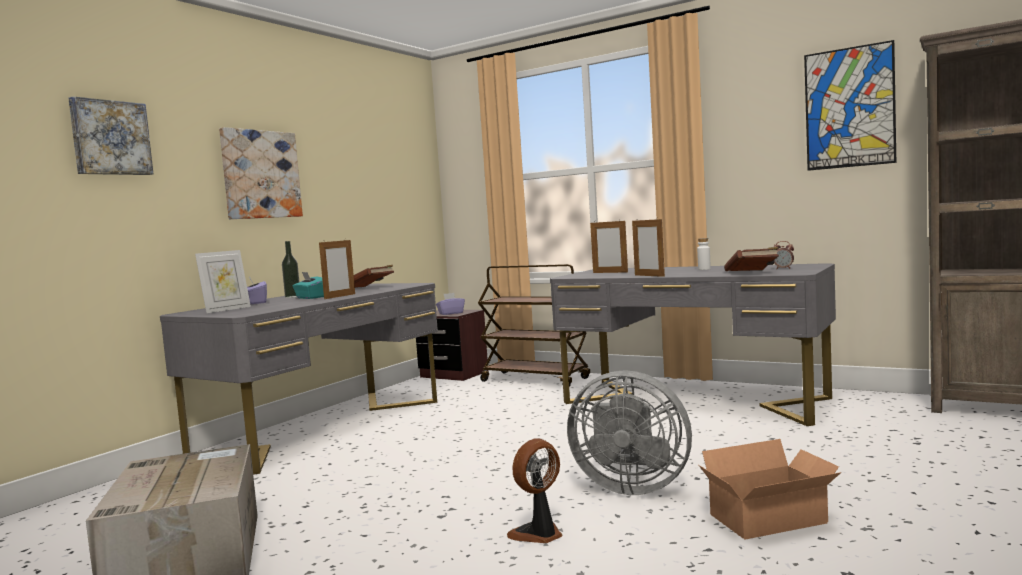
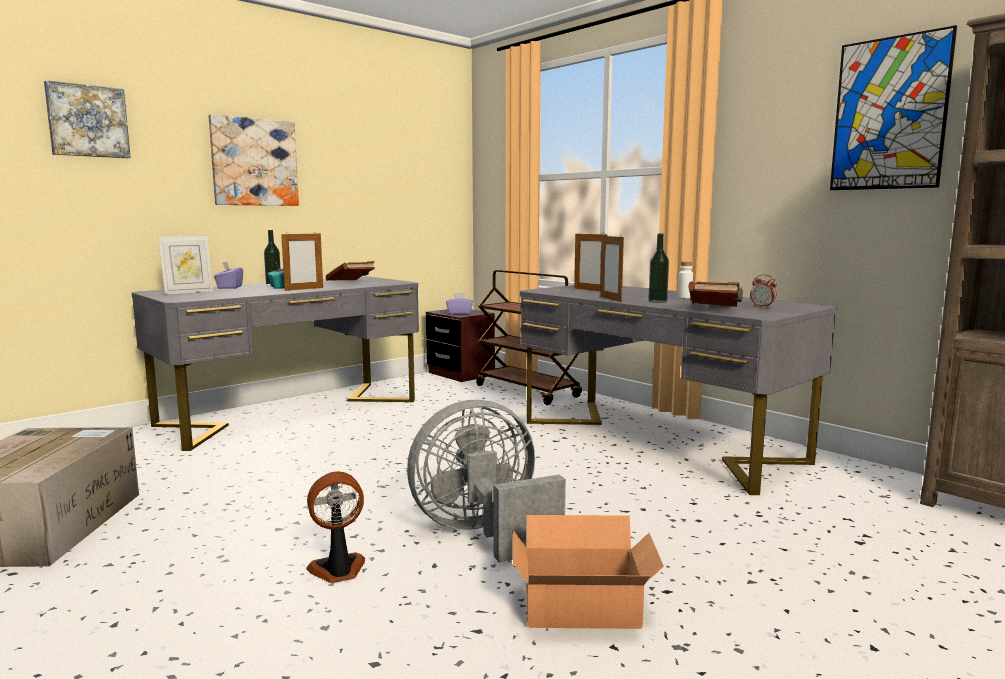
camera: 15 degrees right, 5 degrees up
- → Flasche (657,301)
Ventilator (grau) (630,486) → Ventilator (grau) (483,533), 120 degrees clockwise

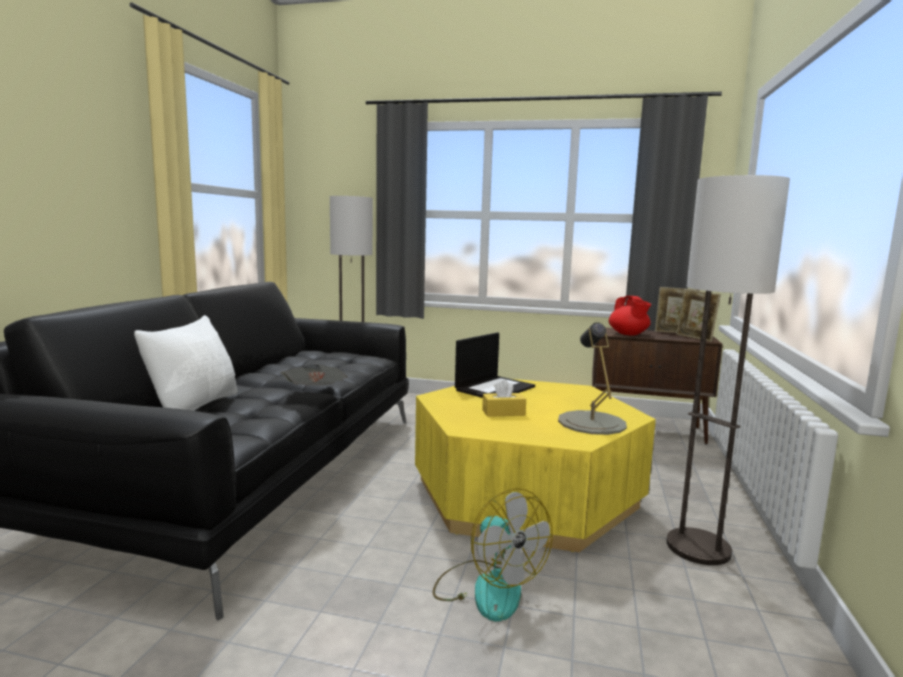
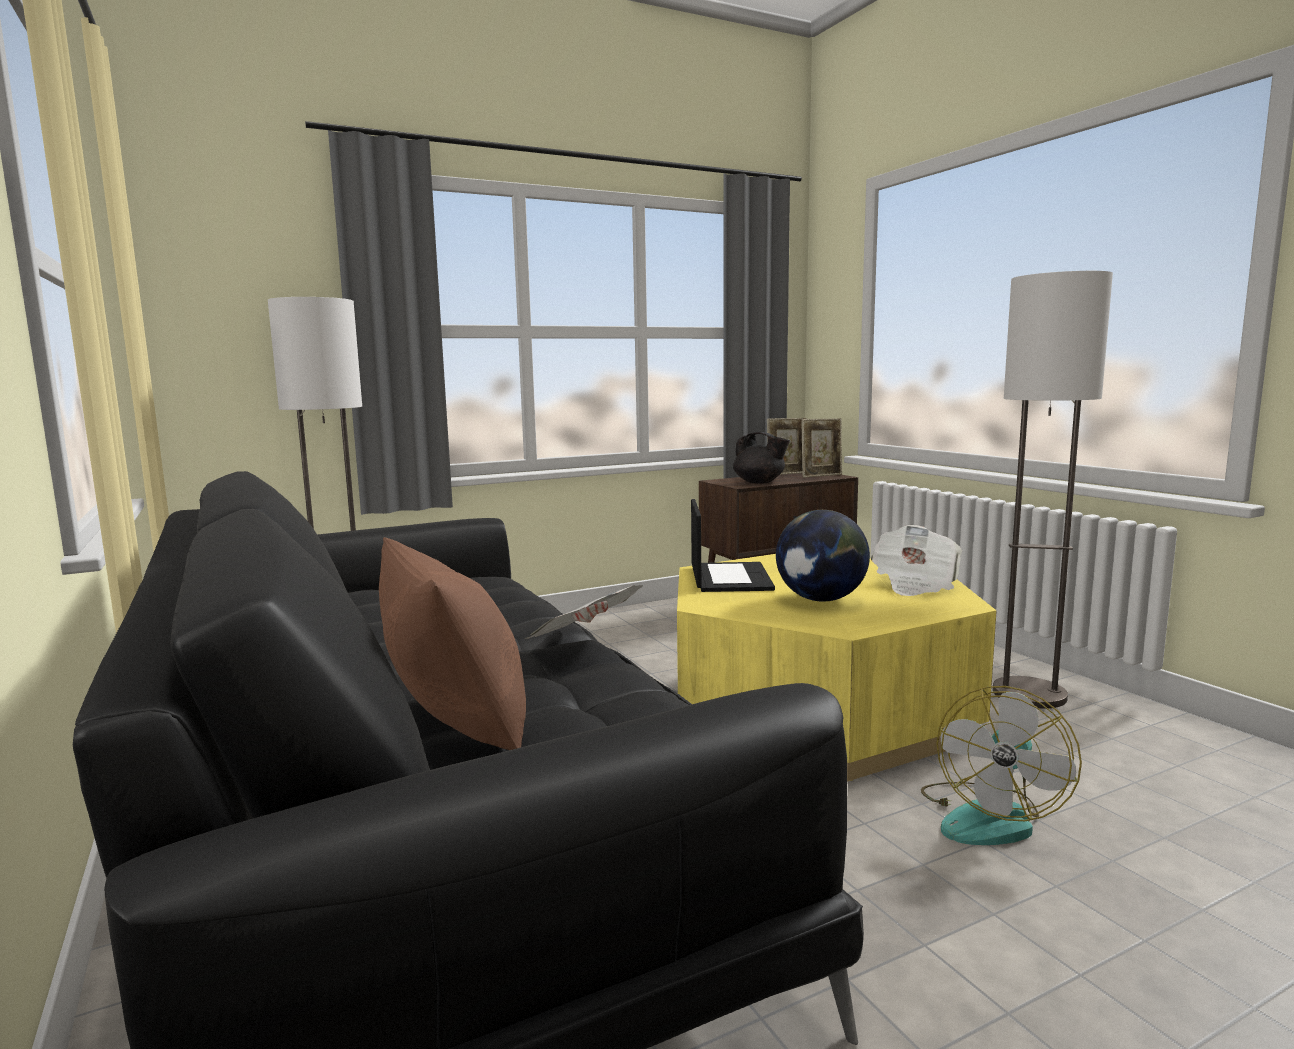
camera: 40 degrees left, 0 degrees up
Taschentuchbox (gelb) (503,412) → Globus (821,599)
Tischlampe (grau) (591,422) → Zeitung (914,584)
Kissen (weiß) (195,405) → Kissen (braun) (457,722)
Teekanne (rot) (628,334) → Teekanne (schwarz) (760,482)
Ventilator (487,588) → Ventilator (990,817), 105 degrees clockwise
Bilderrahmen (695,338) → Bilderrahmen (821,476), 45 degrees counterclockwise

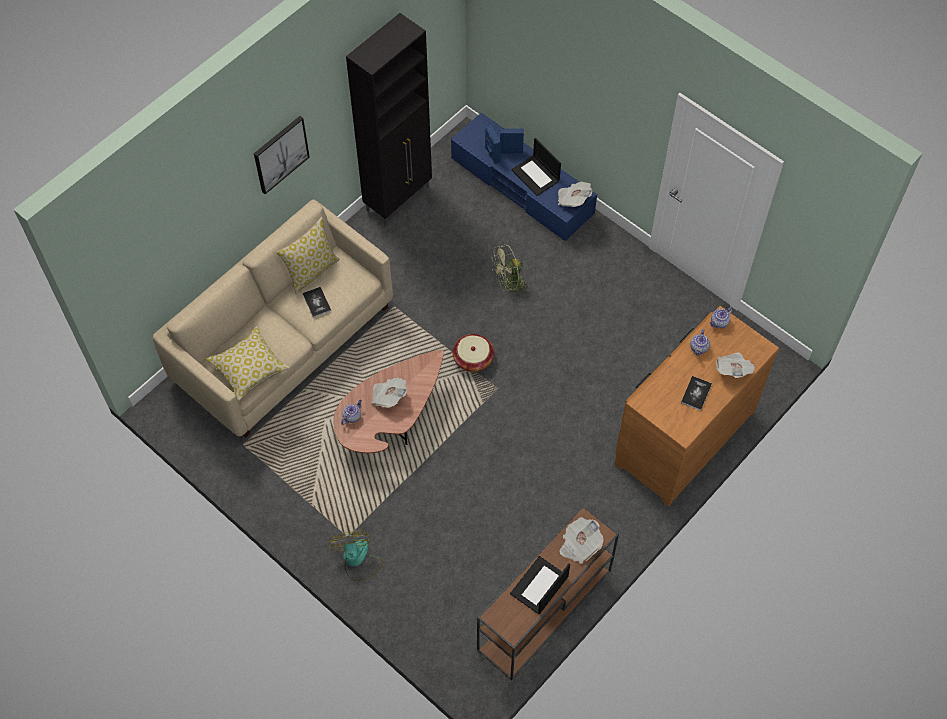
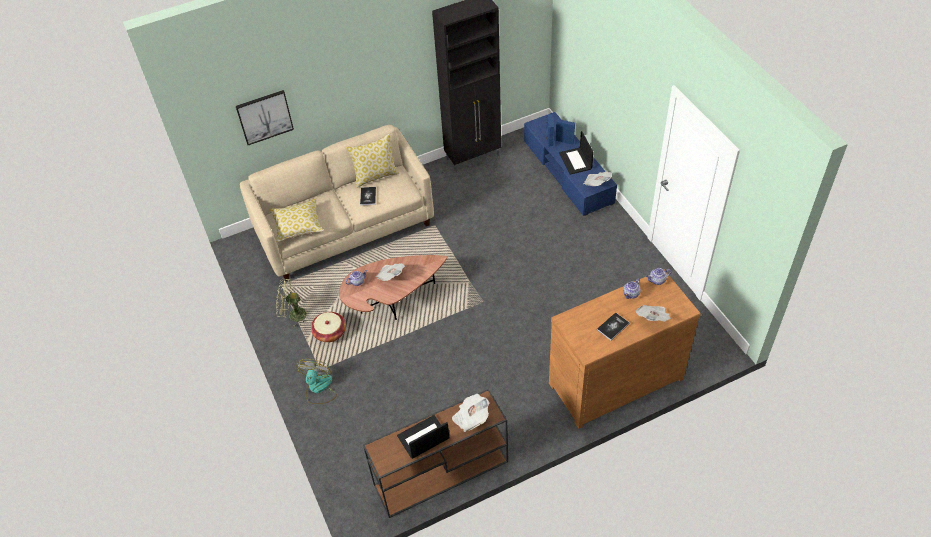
camera: 25 degrees right, 10 degrees down
Bild (280,154) → Bild (264,117), move
Korb (473,359) → Korb (330,333), move
Ventilator (grün) (509,285) → Ventilator (grün) (293,315), move

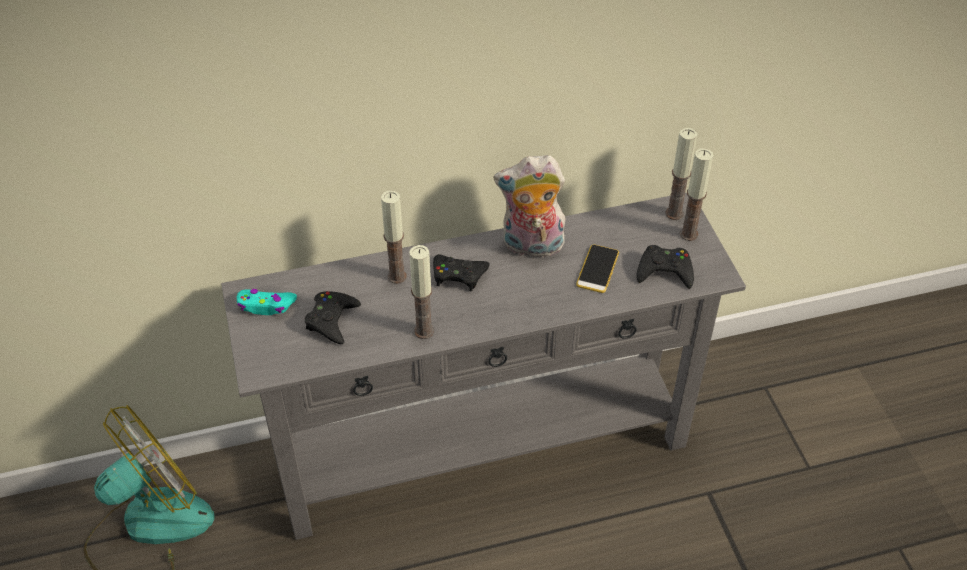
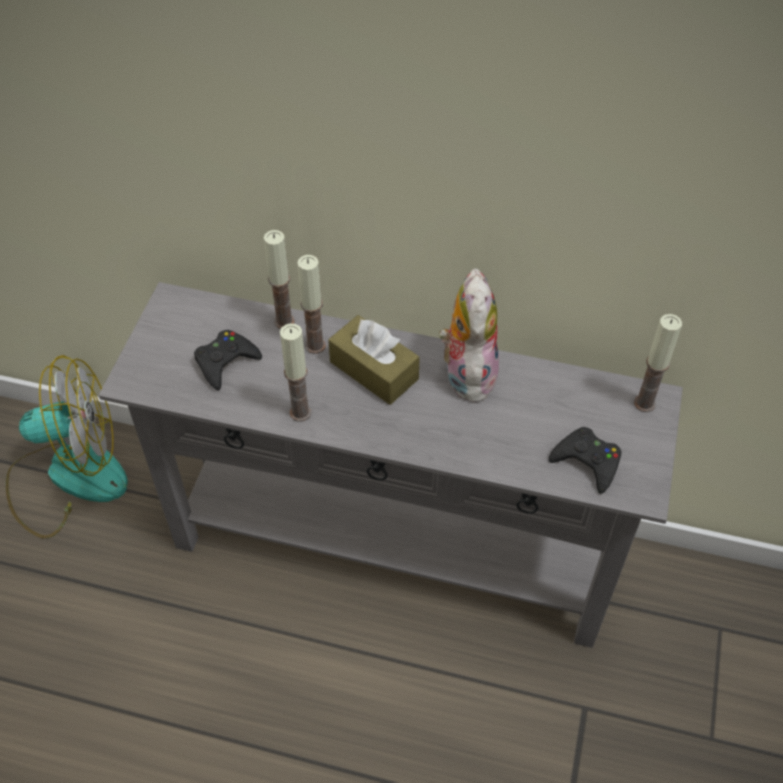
camera: 30 degrees right, 5 degrees up
Gamepad (türkis) (266,306) → -
Handy (597,269) → -
Kerze (688,234) → Kerze (284,321), move
Gamepad (schwarz) (458,275) → Taschentuchbox (braun) (374,370)
Plüschtier (531,246) → Plüschtier (466,373), 60 degrees clockwise

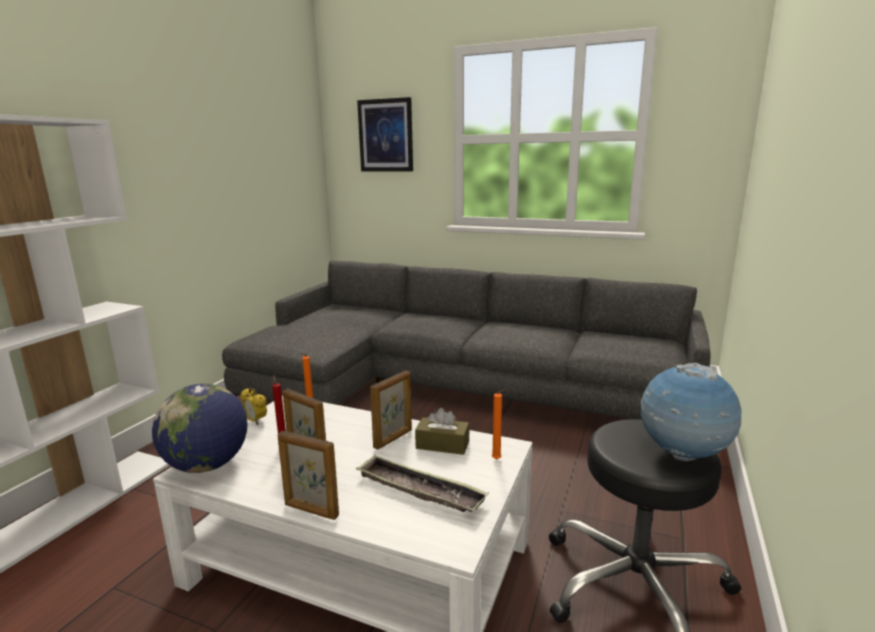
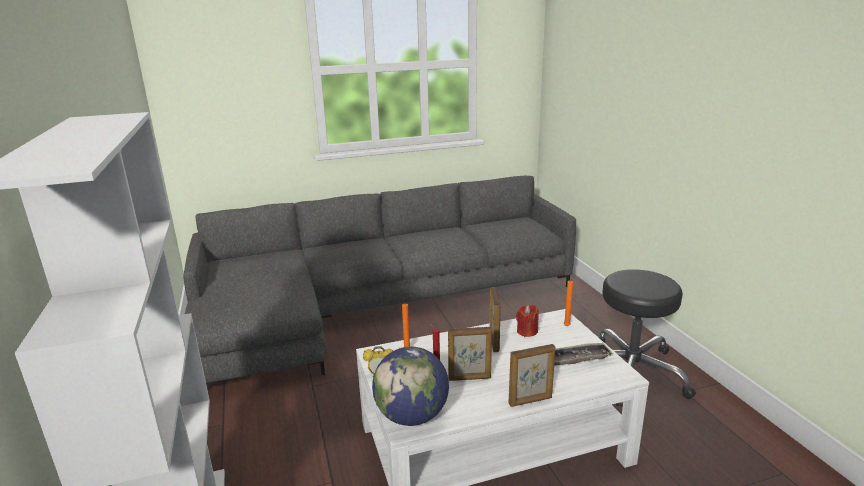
camera: 40 degrees left, 5 degrees up
Bild (386,135) → -
Globus (682,456) → -
Taschentuchbox (braun) (442,445) → Kerze (rot) (527,331)

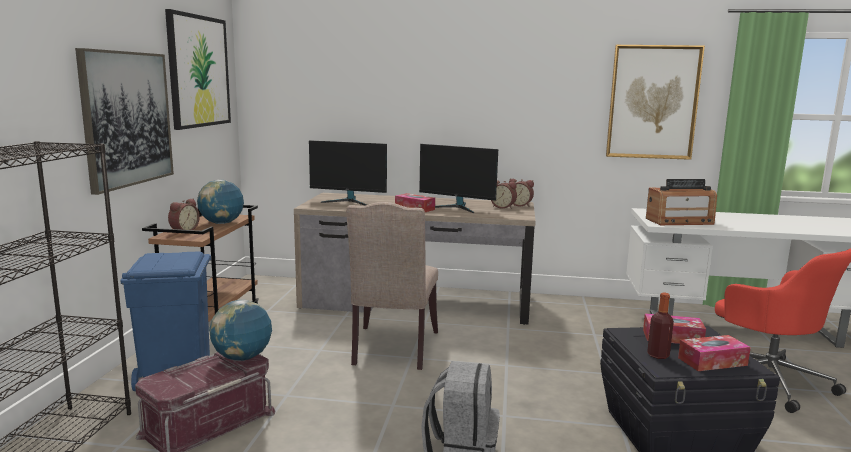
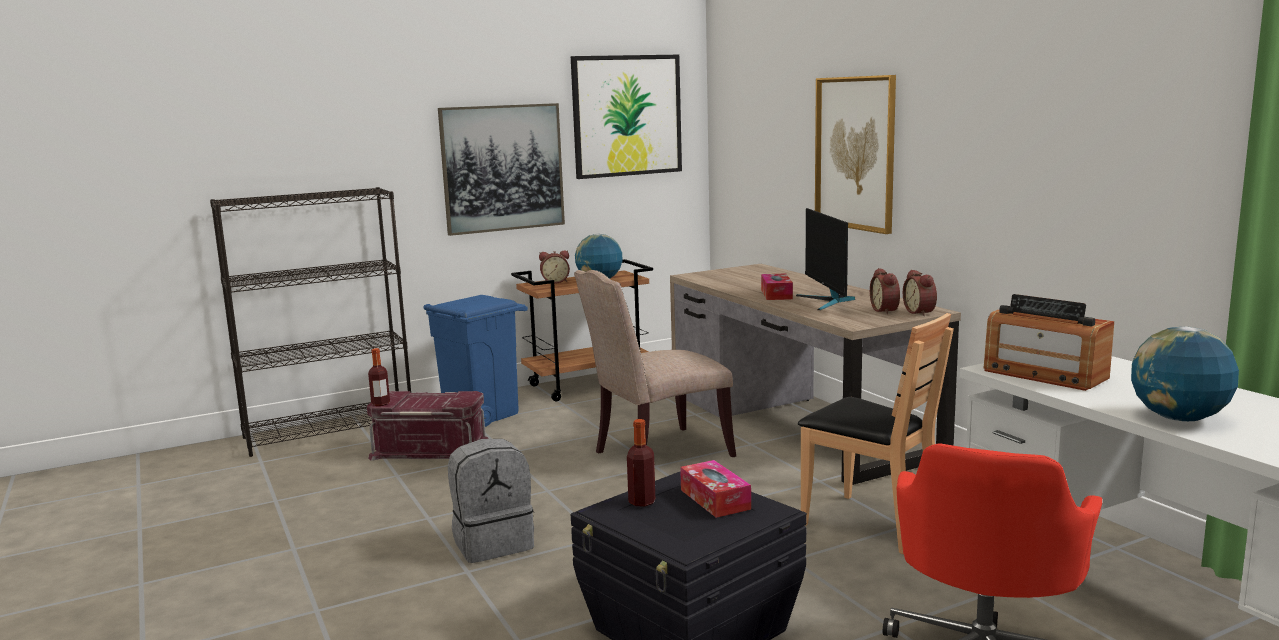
camera: 55 degrees right, 0 degrees up
Monitor (348,201) → -
Taschentuchbox (712,361) → -
- → Flasche (380,404)
- → Stuhl (braun) (870,524)
Globus (242,357) → Globus (1178,418), move
Bild (653,102) → Bild (855,153), move

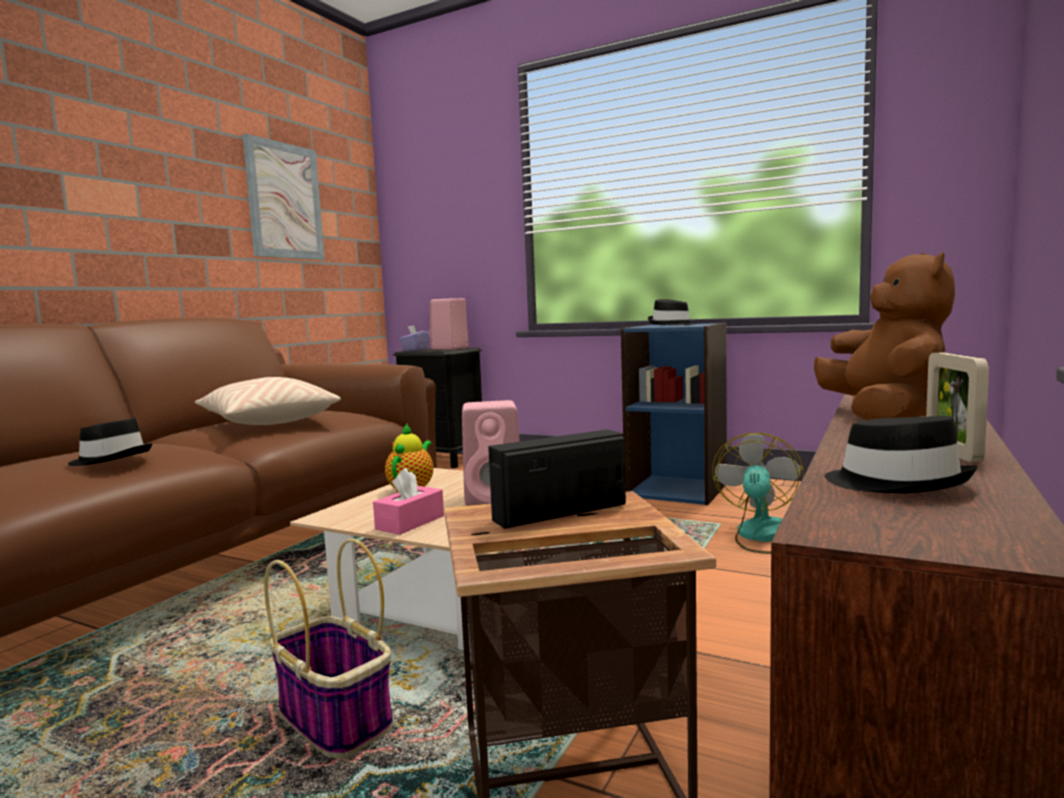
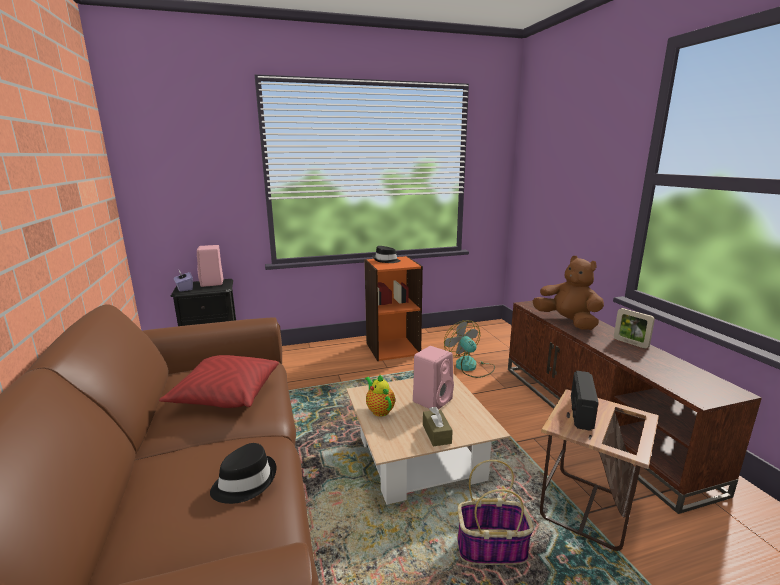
camera: 45 degrees left, 10 degrees up
Bild (285,201) → -
Hut (schwarz) (897,483) → -
Kissen (beige) (268,422) → Kissen (rot) (226,395)
Taschentuchbox (rosa) (410,522) → Taschentuchbox (braun) (436,434)
Bücherregal (blau) (677,490) → Bücherregal (orange) (392,348)

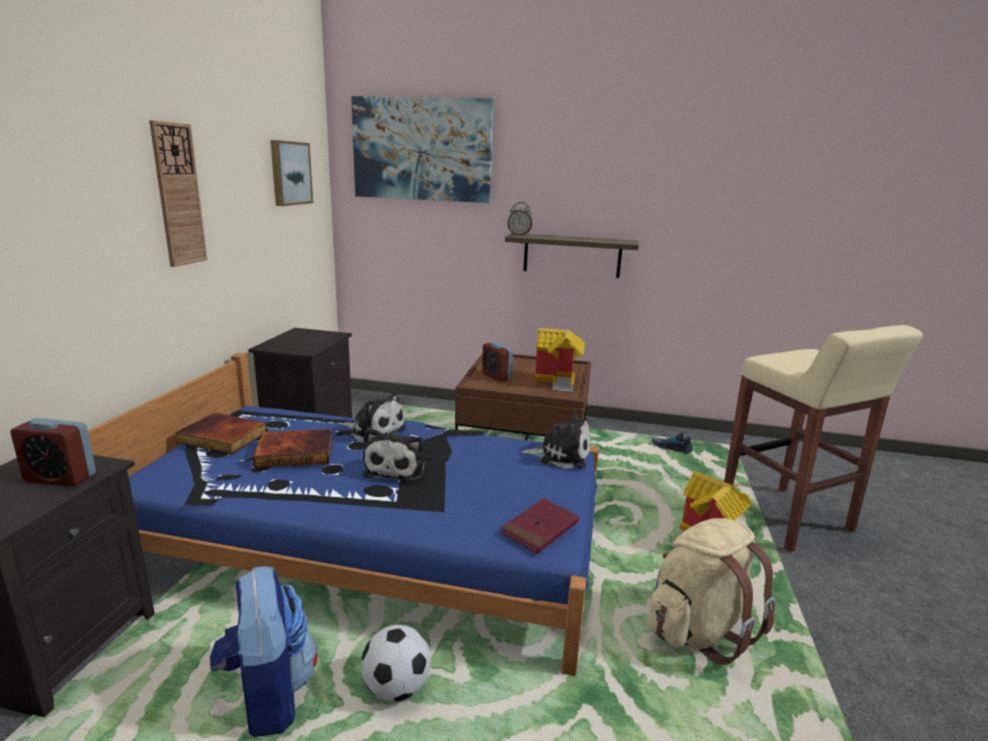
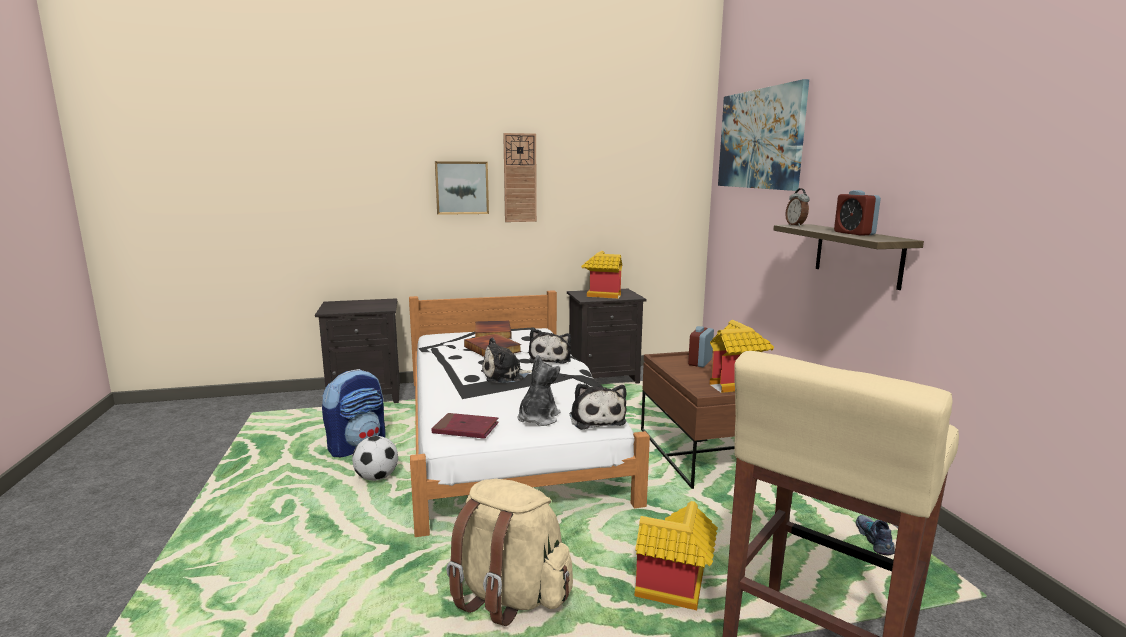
camera: 65 degrees right, 5 degrees down
- → Plüschtier (538,418)
- → Spielzeughaus (600,294)
Wecker (60,478) → Wecker (854,233), move
Bild (289,173) → Bild (462,187), move
Bett (blau) (371,542) → Bett (weiß) (504,432)

